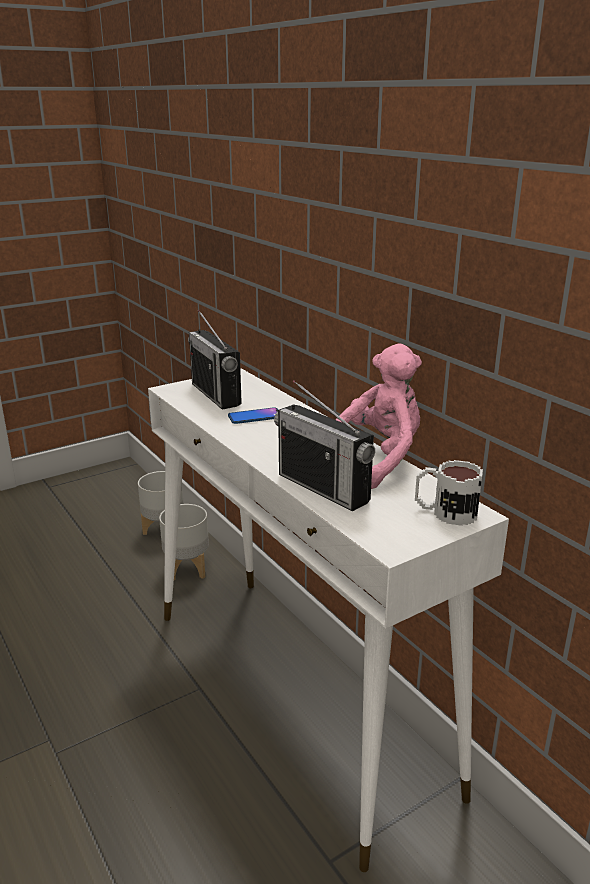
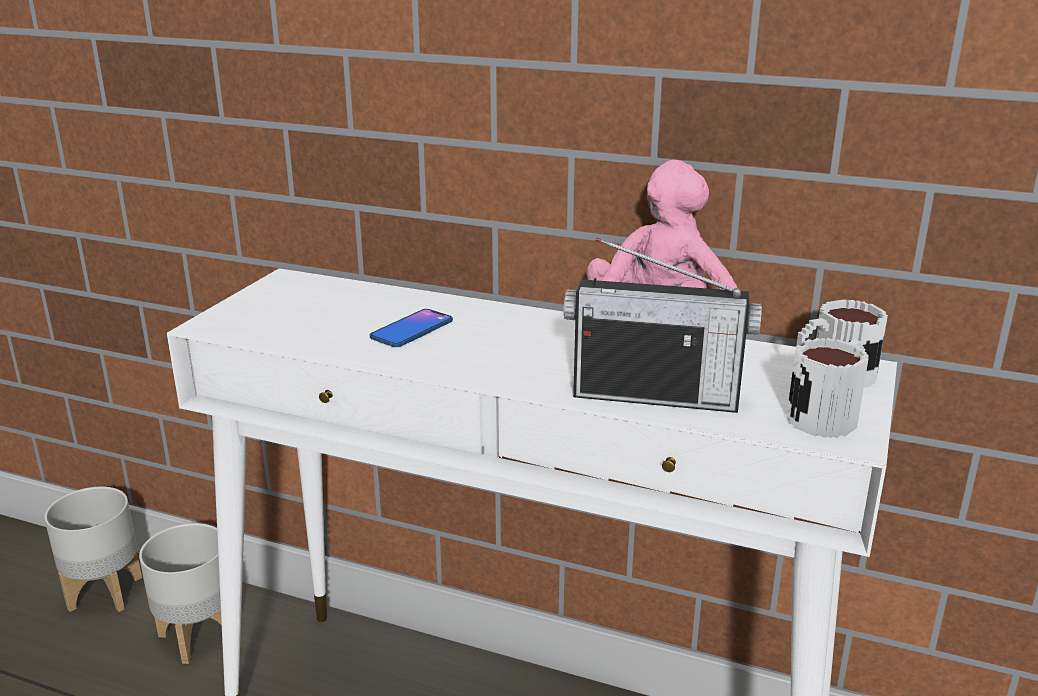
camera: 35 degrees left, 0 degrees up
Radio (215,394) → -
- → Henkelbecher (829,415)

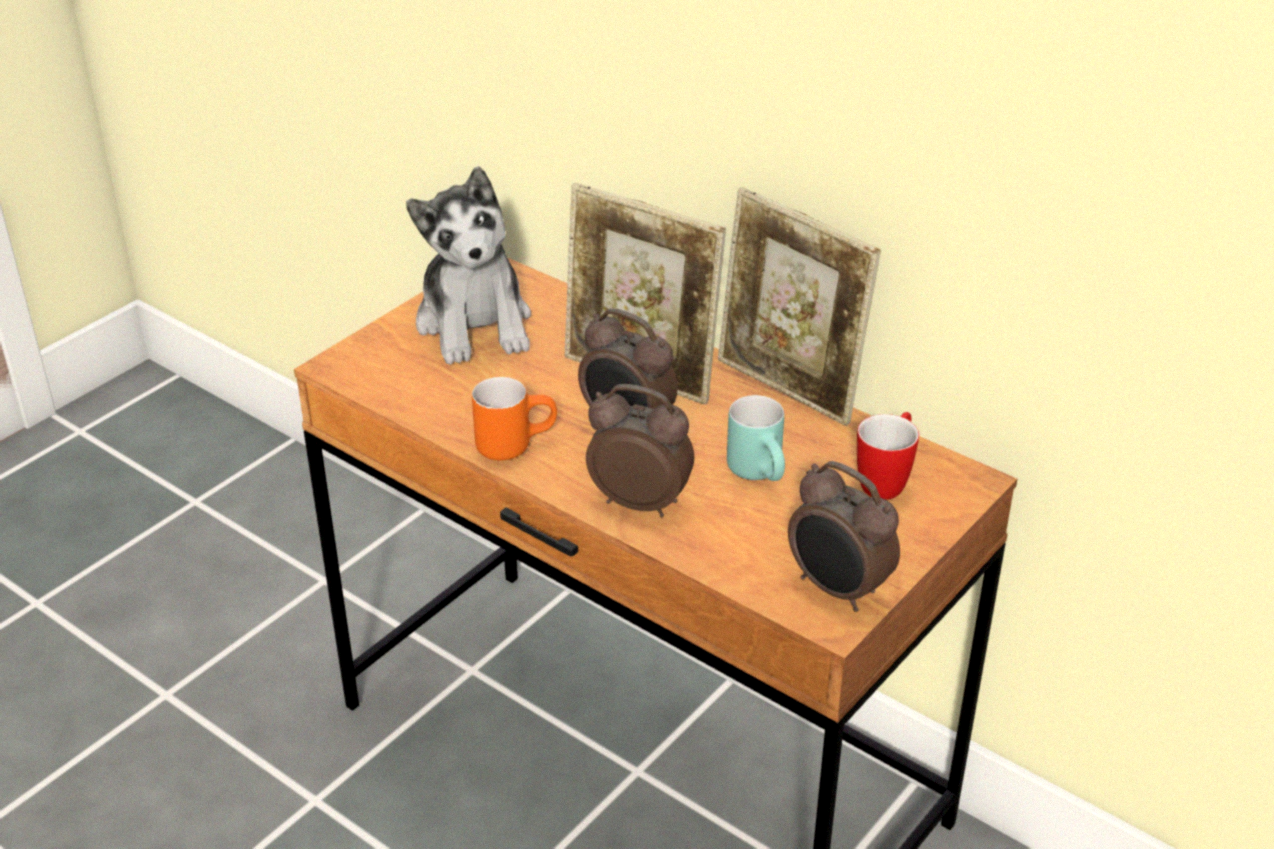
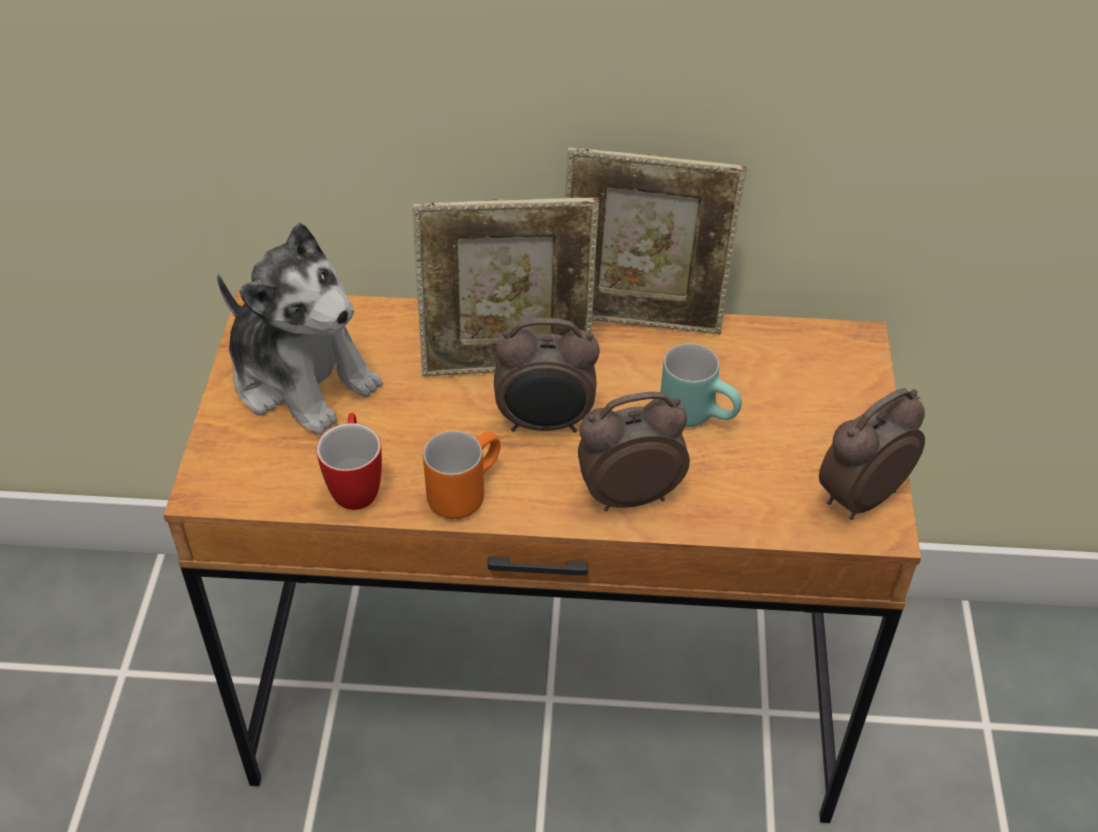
camera: 35 degrees left, 10 degrees up
Henkelbecher (887,481) → Henkelbecher (356,485), move
Wecker (837,590) → Wecker (858,497), 135 degrees clockwise

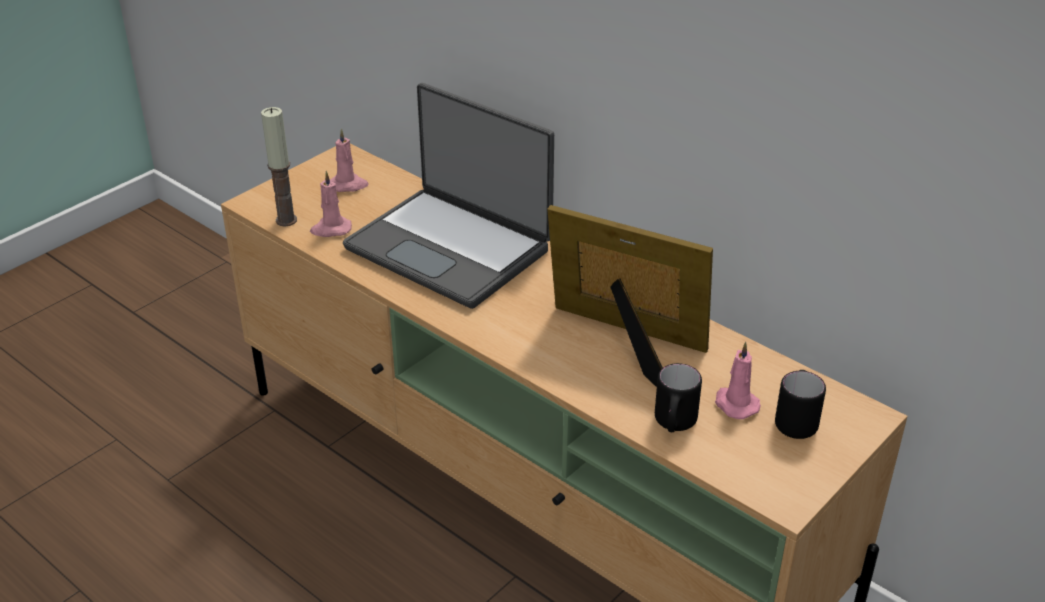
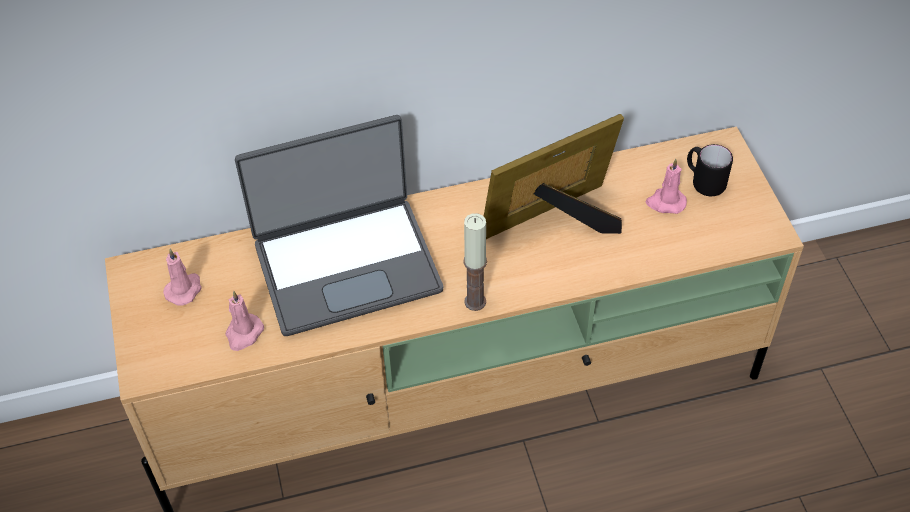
camera: 55 degrees left, 15 degrees up
Henkelbecher (schwarz) (674,424) → -
Kerze (286,220) → Kerze (475,301), move

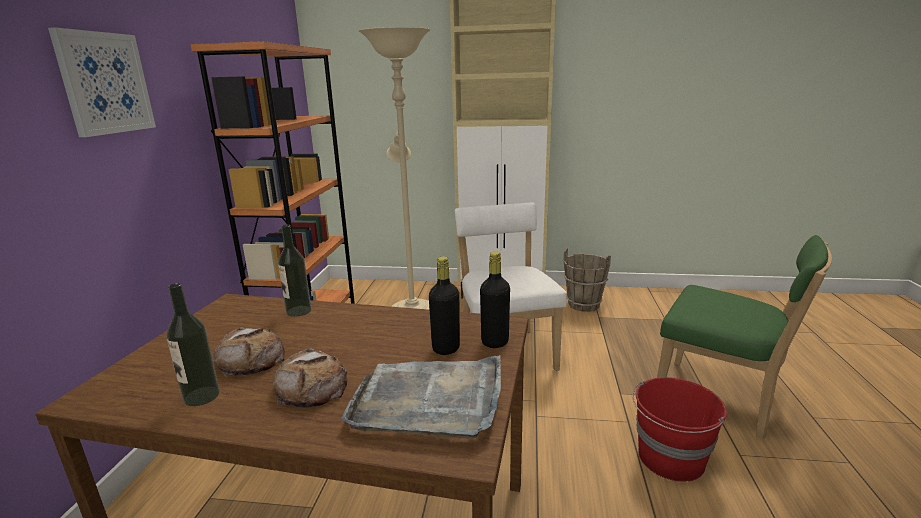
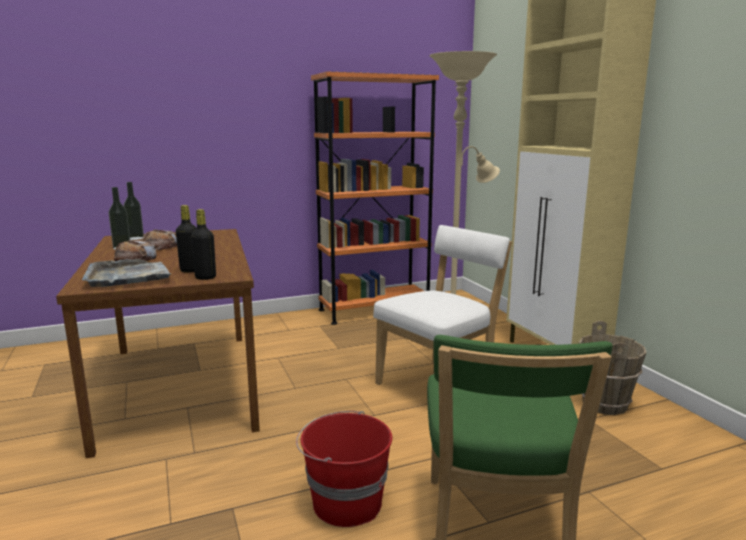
camera: 60 degrees right, 5 degrees down
Bild (105,83) → -
Flasche (298,311) → Flasche (135,238), move

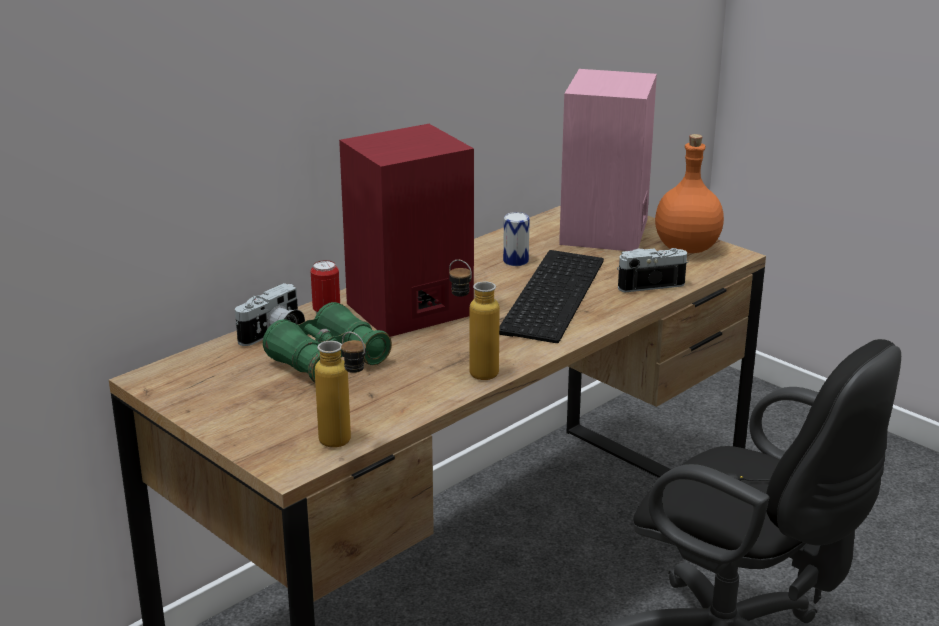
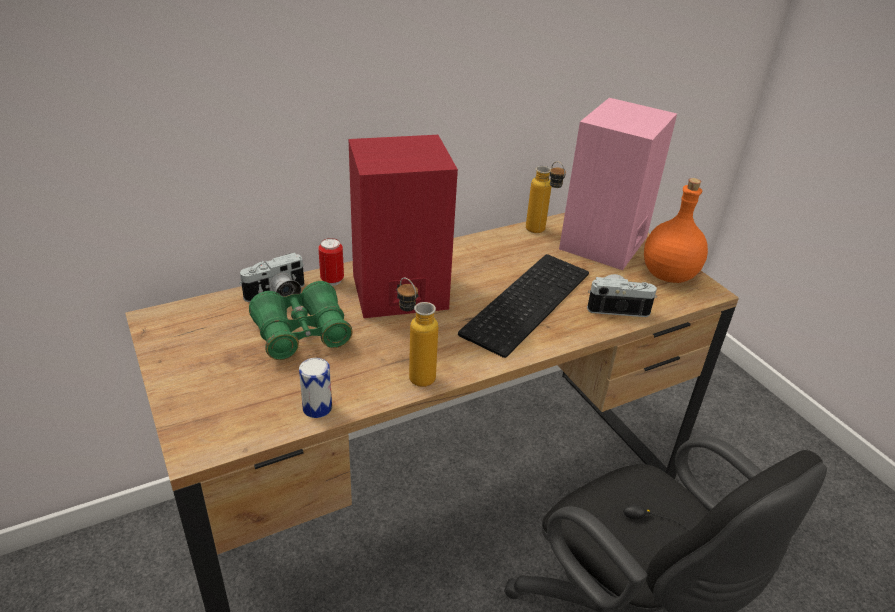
camera: 15 degrees right, 10 degrees up
Flasche (345,444) → Flasche (541,232), move
Dose (515,261) → Dose (317,408), move

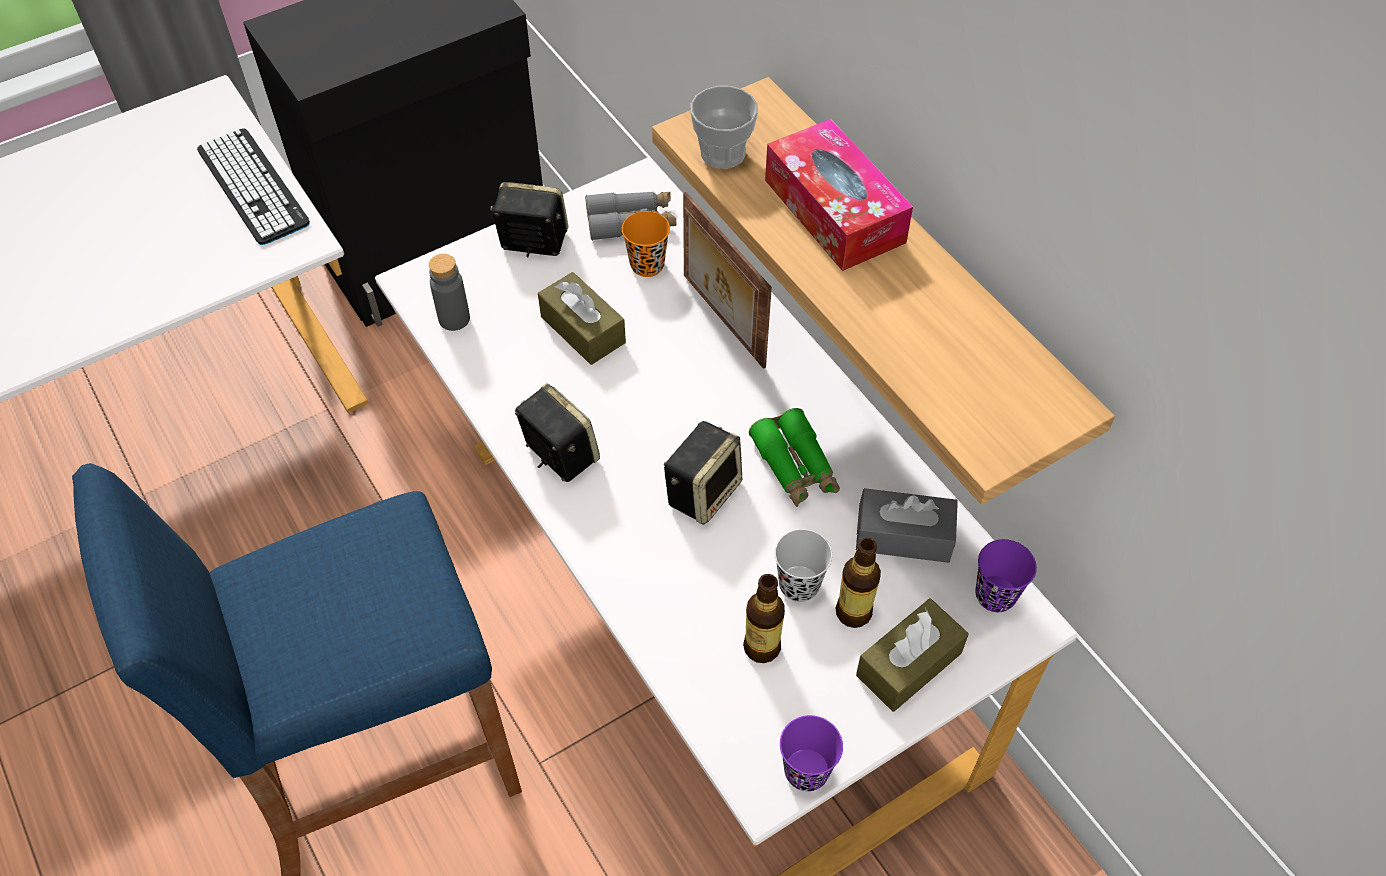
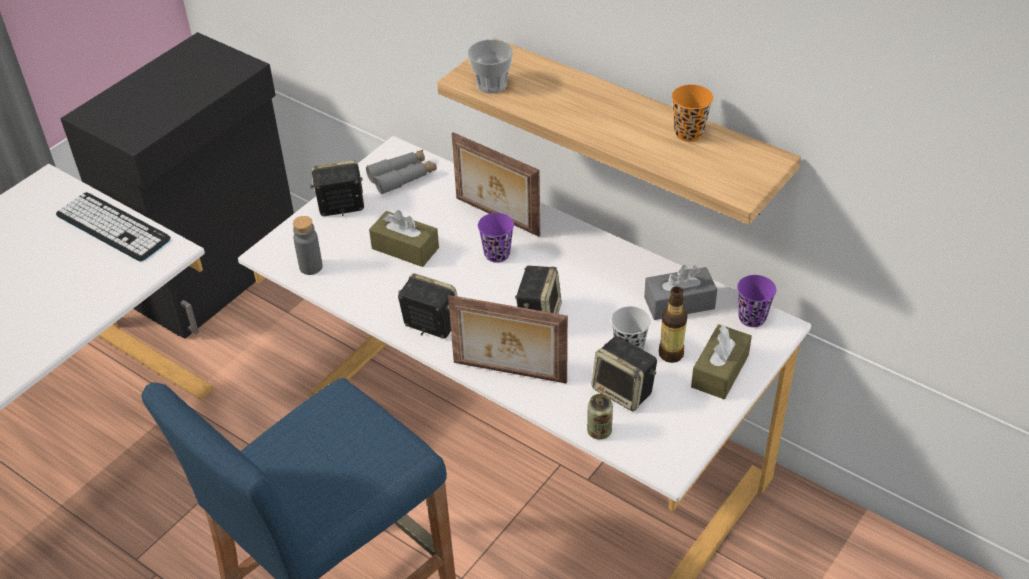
camera: 20 degrees left, 10 degrees down
Fernglas (grün) (795,466) → -
Taschentuchbox (834,211) → -
- → Bilderrahmen (509,373)
- → Dose (599,431)
Tasse (orange) (647,265) → Tasse (orange) (689,133), move
Tasse (lila) (806,771) → Tasse (lila) (497,254), move
Flasche (762,647) → Lautsprecher (624,391)

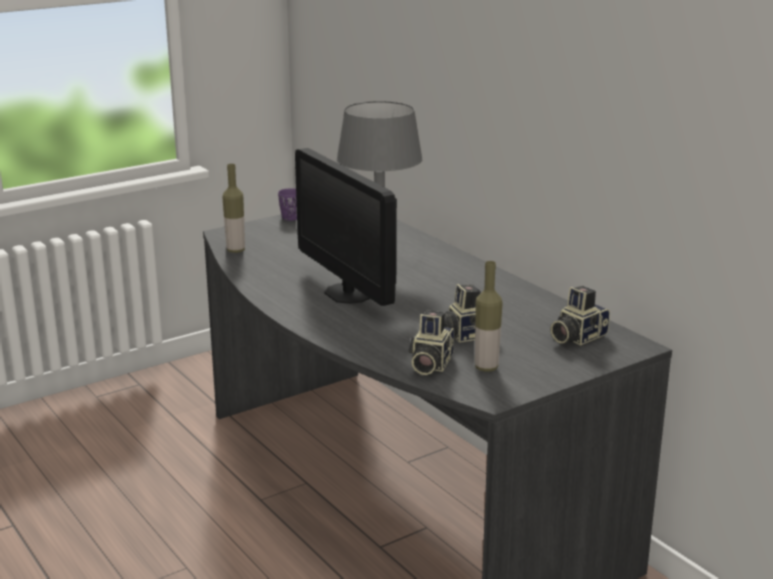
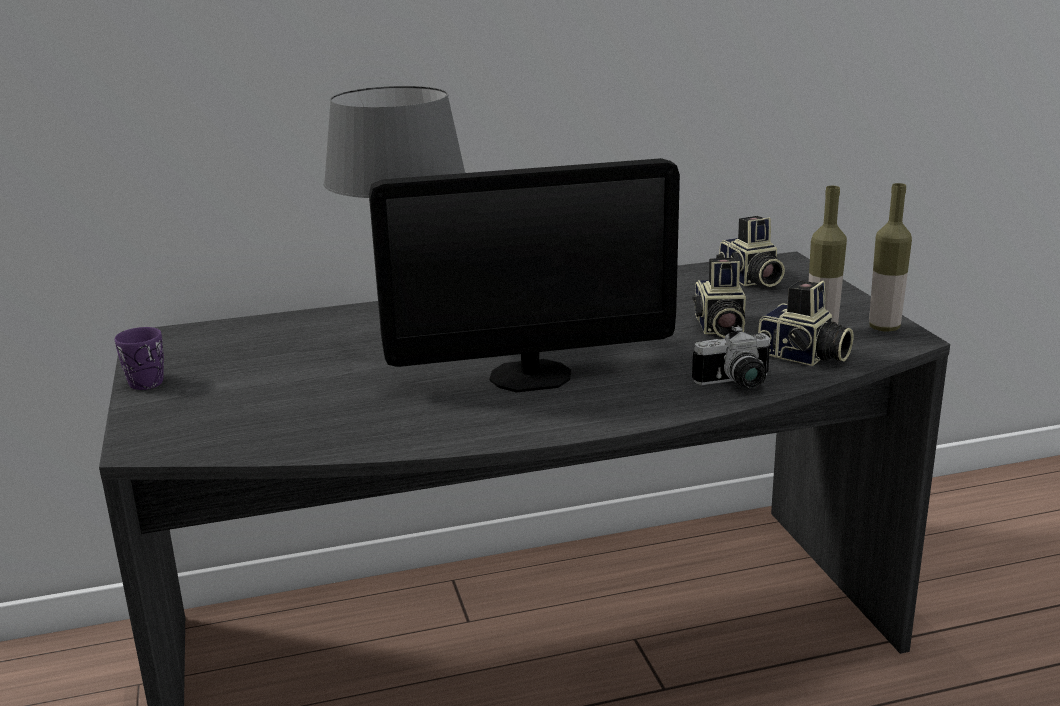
camera: 70 degrees left, 0 degrees up
- → Kamera (737,384)
Flasche (235,250) → Flasche (884,327), move

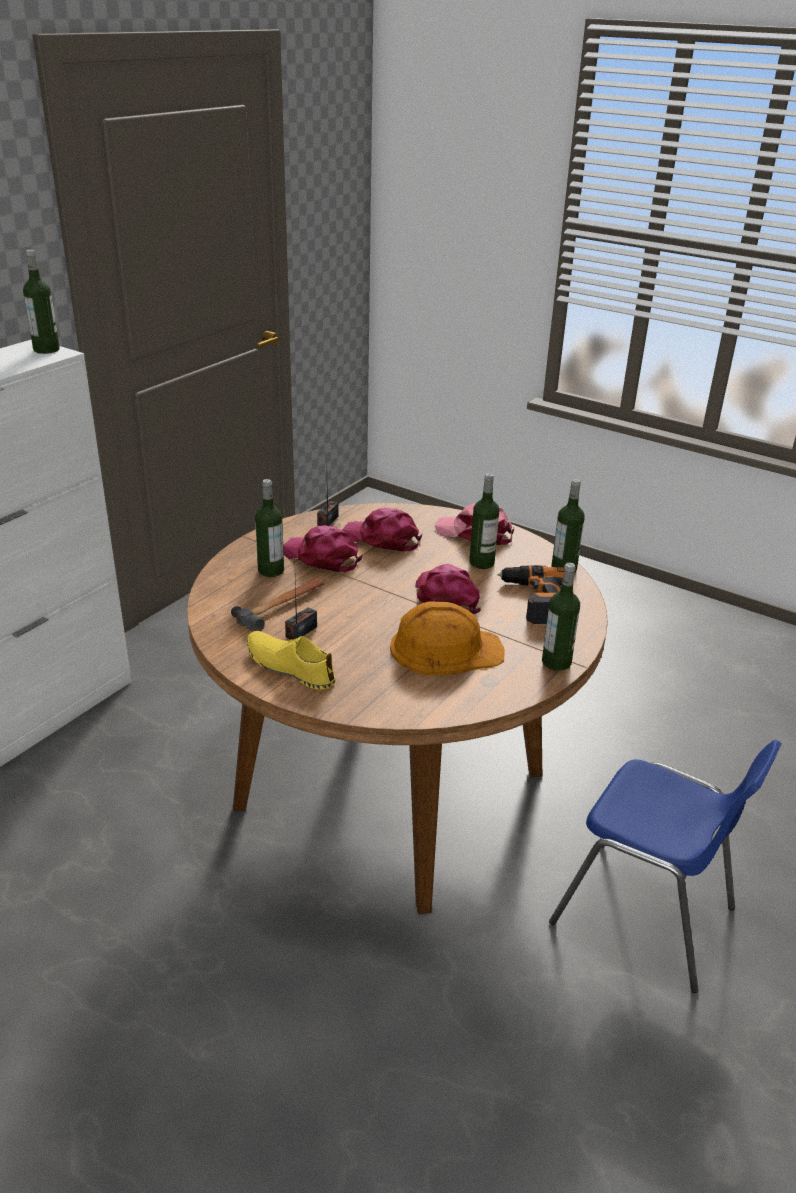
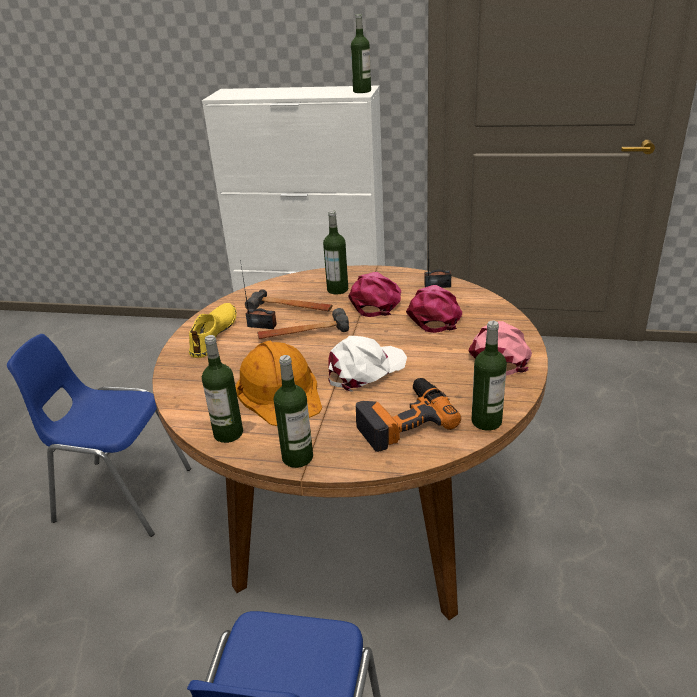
camera: 70 degrees right, 0 degrees up
- → Stuhl (blau) (122,495)
- → Hammer (304,332)
Flasche (481,563) → Flasche (228,433), move
Kappe (rosa) (446,597) → Kappe (weiß) (365,370)

